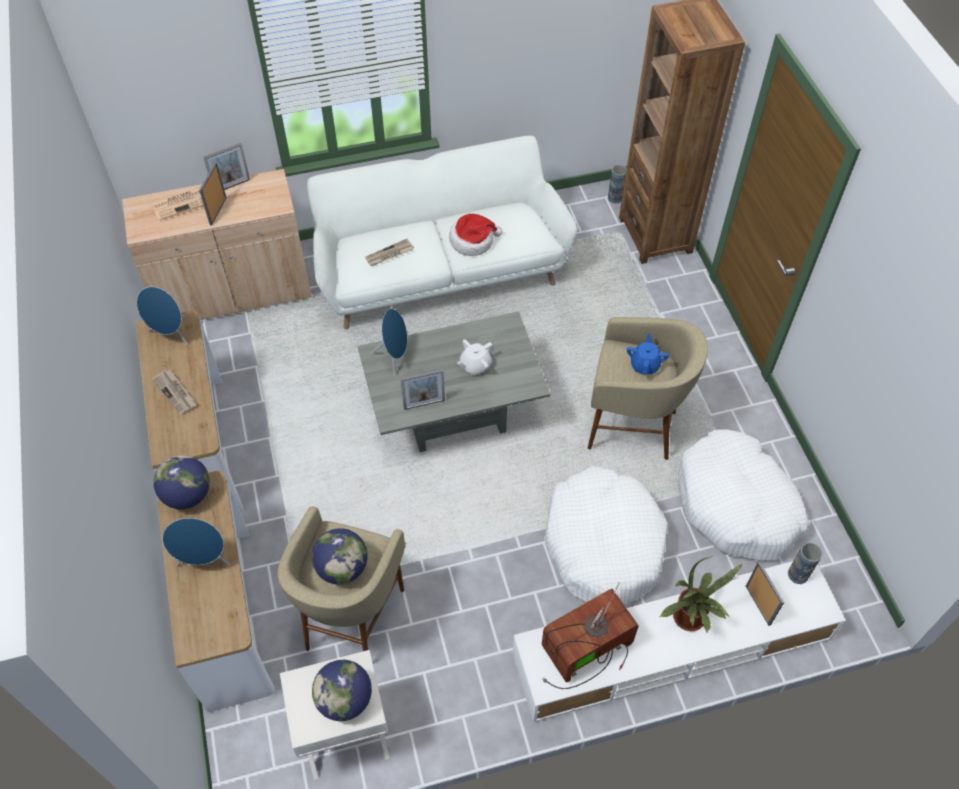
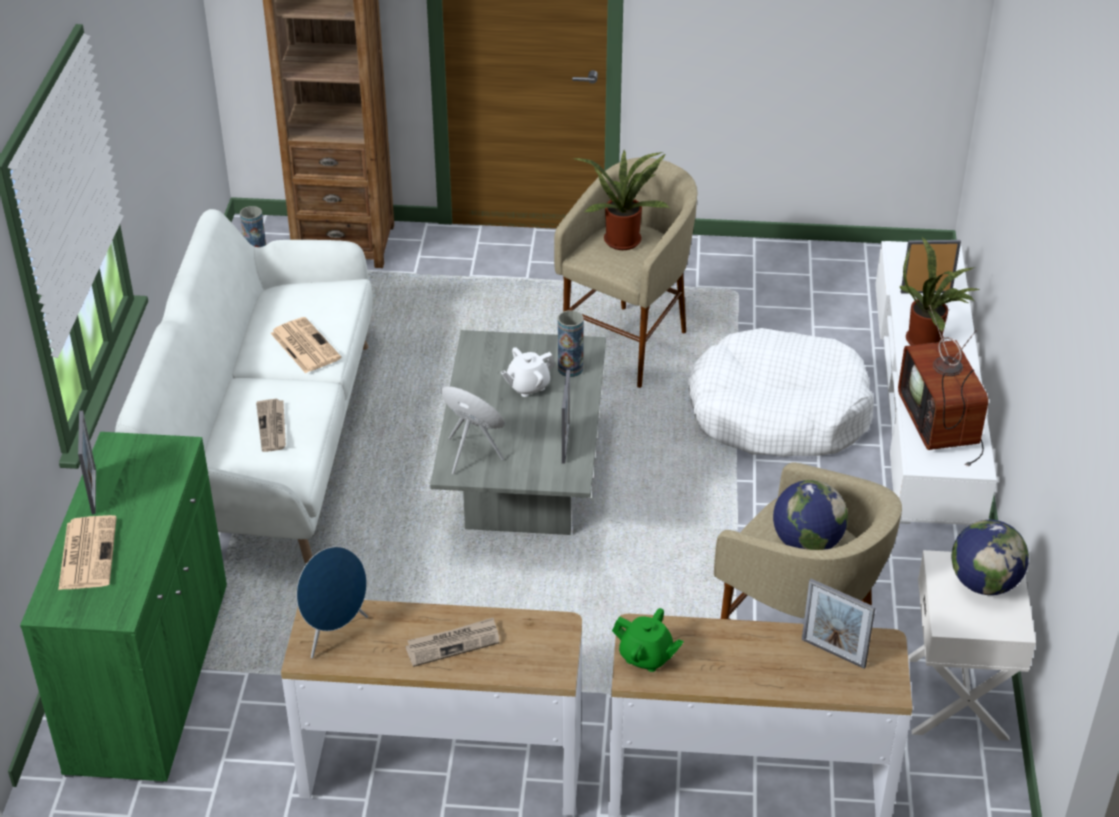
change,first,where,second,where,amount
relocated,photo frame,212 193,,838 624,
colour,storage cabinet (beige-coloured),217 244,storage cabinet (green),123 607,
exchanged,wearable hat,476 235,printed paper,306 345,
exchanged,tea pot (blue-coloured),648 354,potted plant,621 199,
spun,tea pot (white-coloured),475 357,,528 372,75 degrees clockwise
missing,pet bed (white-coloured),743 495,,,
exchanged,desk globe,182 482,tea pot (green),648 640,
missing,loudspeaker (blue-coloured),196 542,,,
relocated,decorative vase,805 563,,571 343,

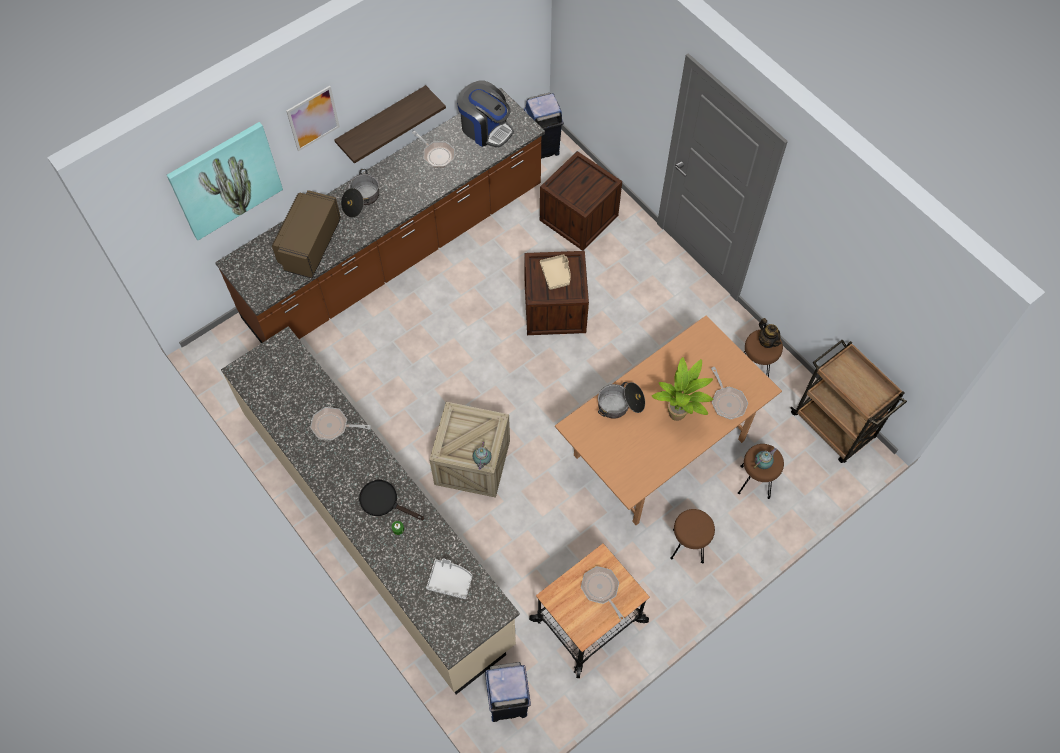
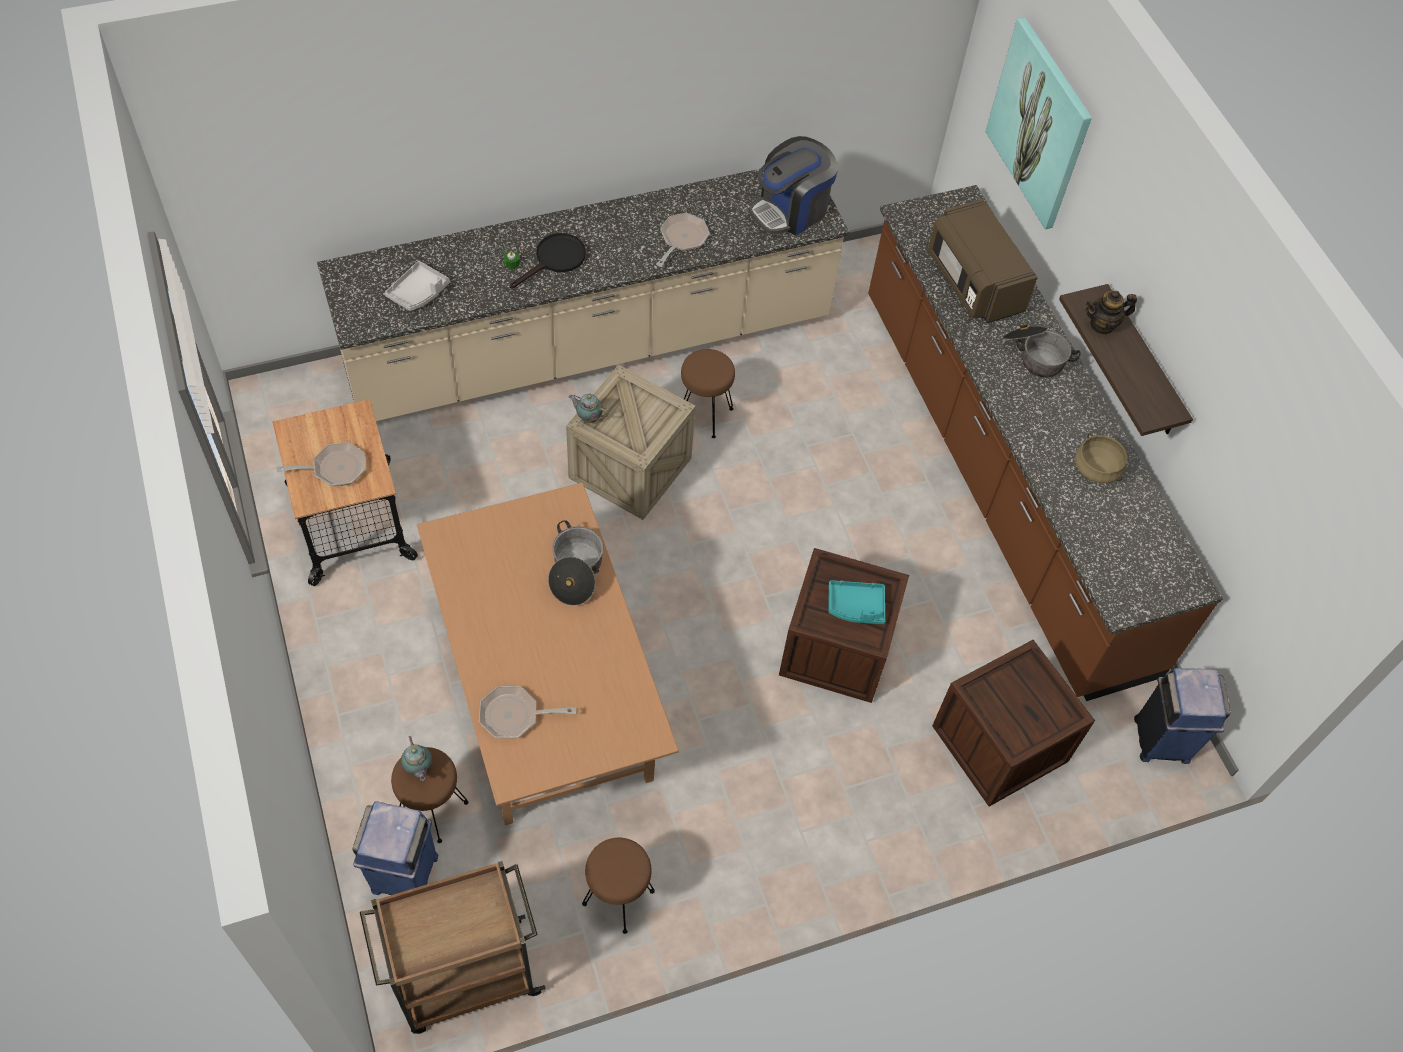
change,first,where,second,where,amount
relocated,coffee machine,485 114,,793 185,
missing,picture,313 118,,,
exchanged,frying pan,433 149,saucepot (beige-coloured),1101 458,
spun,kitchen microwave (brown-coloured),306 234,,983 261,150 degrees counterclockwise
colour,carrying tray (beige-coloured),555 272,carrying tray (blue-green),857 602,
relocated,tea pot,769 333,,1111 313,
missing,potted plant,682 389,,,
relocated,sitting stool (brown-coloured),692 536,,708 393,
relocated,trash can (blue-coloured),508 692,,395 848,

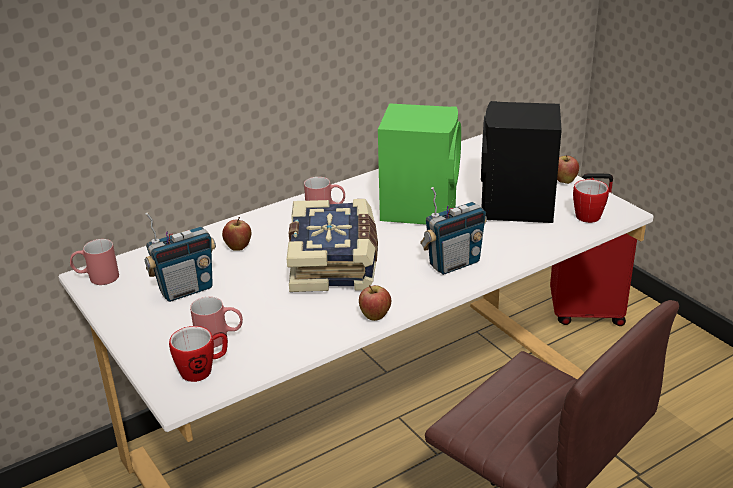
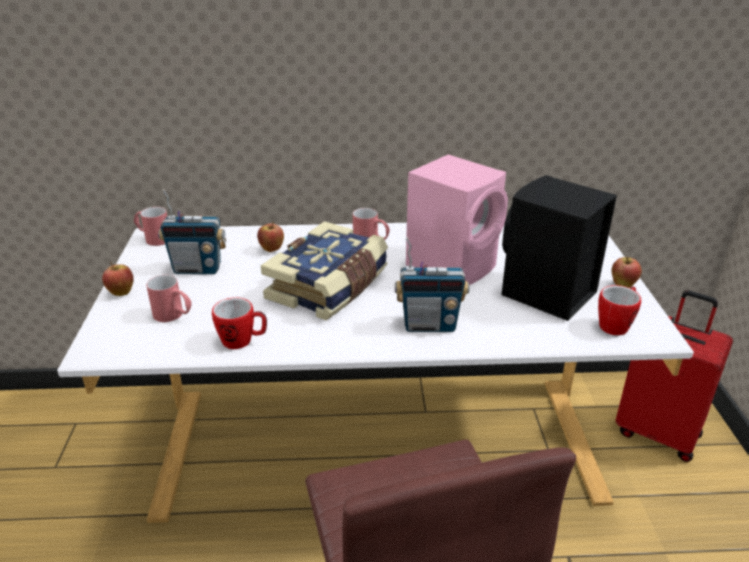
change,first,where,second,where,amount
colour,loudspeaker (green),419 164,loudspeaker (pink),457 220,
relocated,apple,375 303,,118 279,
relocated,coffee mug,198 354,,239 323,

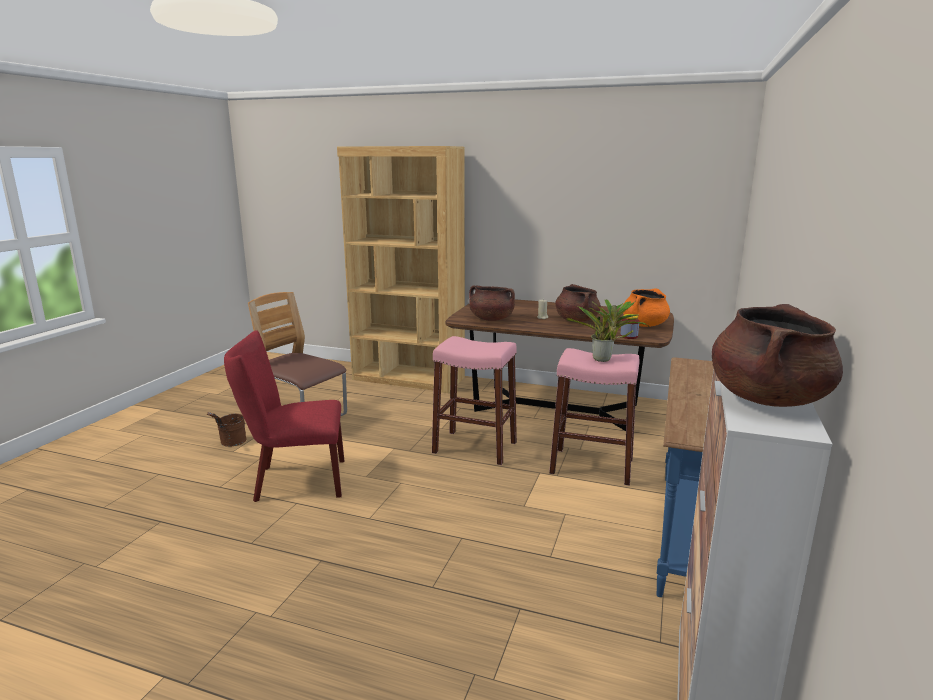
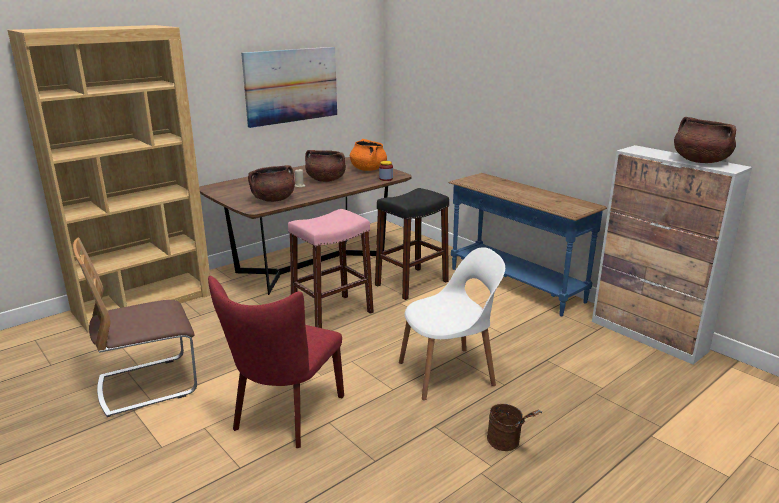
change,first,where,second,where,amount
missing,potted plant,607 331,,,
colour,sitting stool (pink),594 417,sitting stool (blackish),412 244,
relocated,bucket (brown-coloured),226 429,,514 427,
appeared,,,picture,289 87,
appeared,,,chair (white-coloured),452 323,

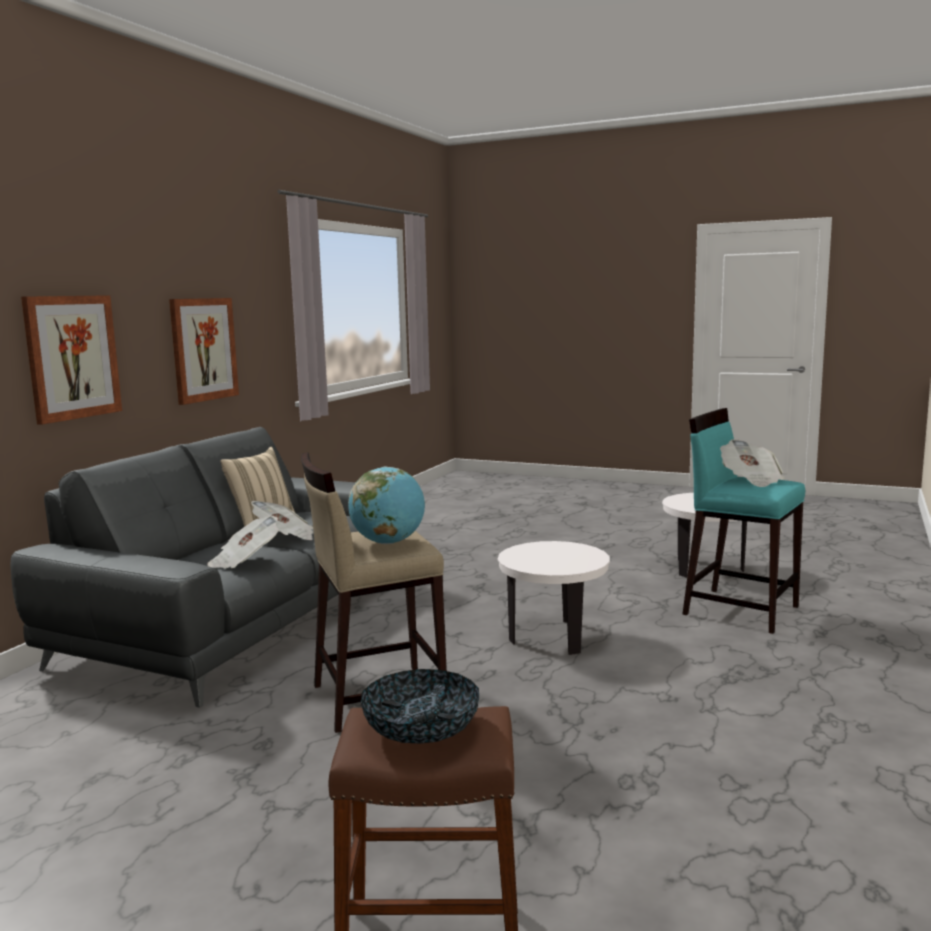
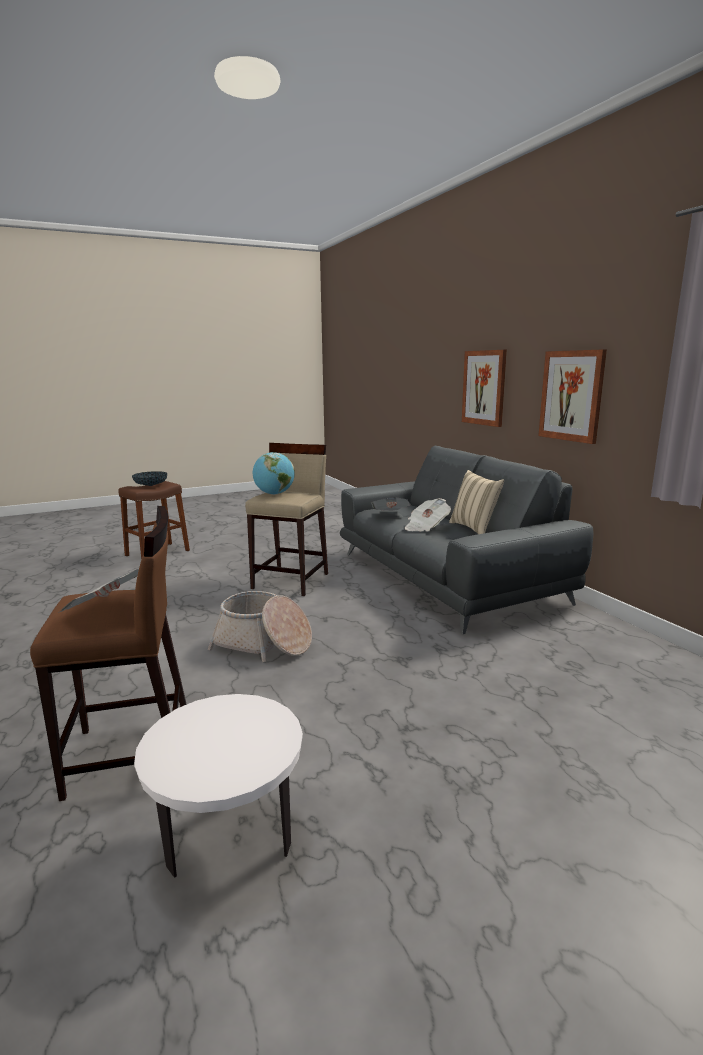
change,first,where,second,where,amount
colour,sitting stool (blue-green),743 521,sitting stool (brown-coloured),108 653,
exchanged,accent table (white-coloured),554 598,storage basket,260 626,

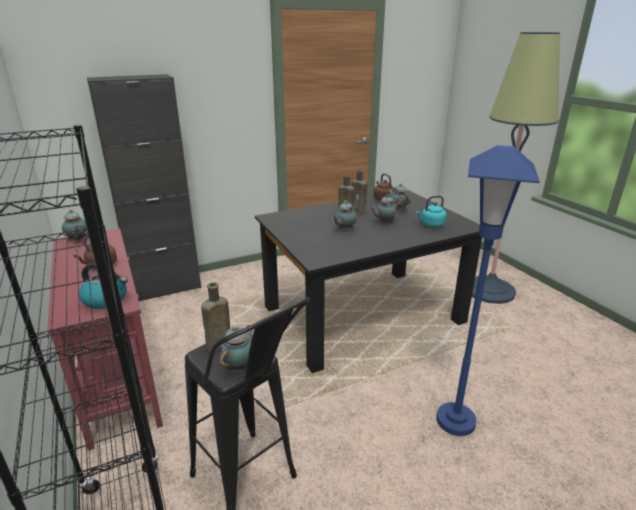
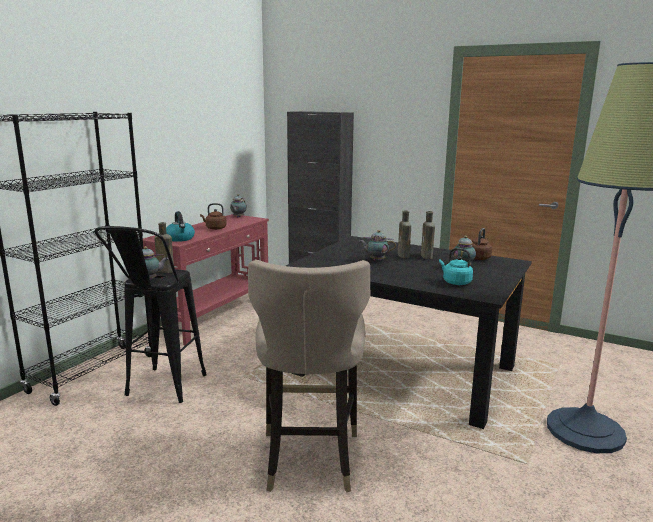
change,first,where,second,where,amount
exchanged,standard lamp (blue-coloured),488 290,sitting stool (beige-coloured),309 376,
missing,tea pot,386 209,,,

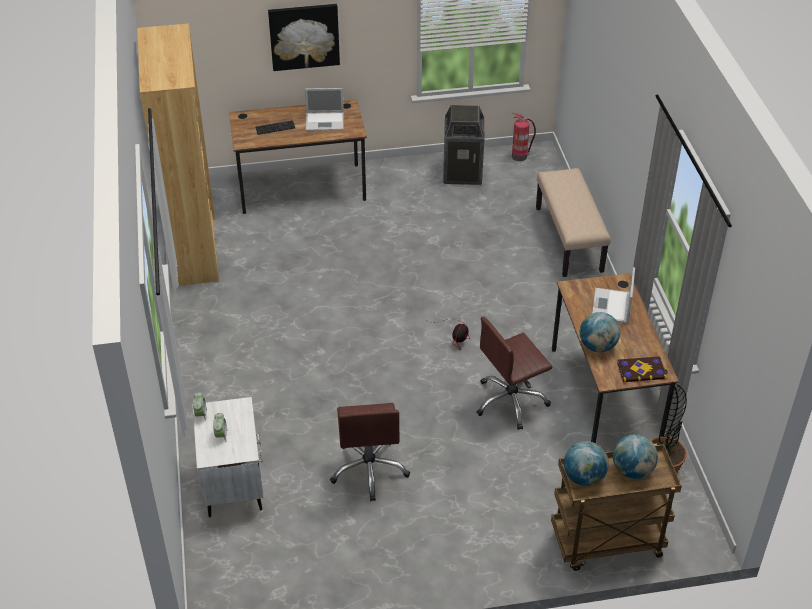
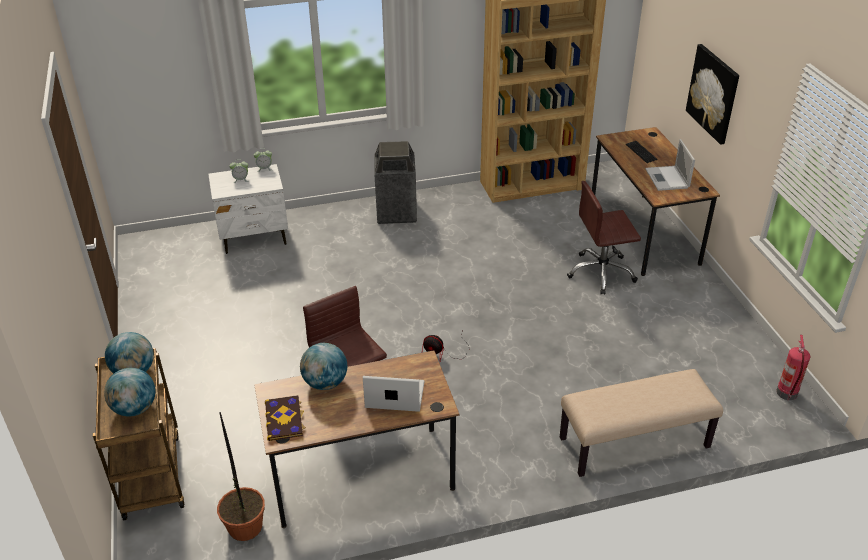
change,first,where,second,where,amount
relocated,trash can,463 145,,395 182,
relocated,office chair (brown-coloured),370 452,,604 238,

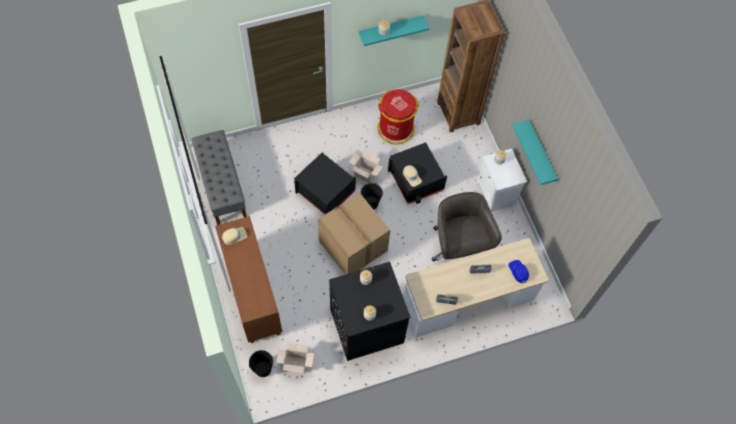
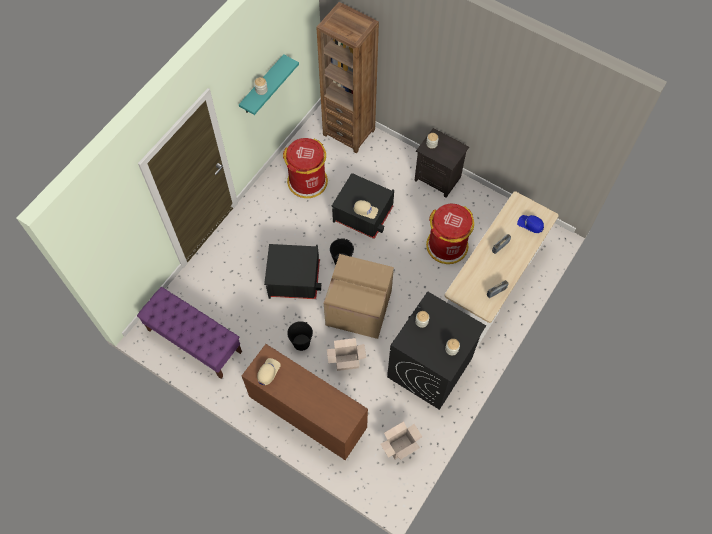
change,first,where,second,where,amount
missing,bracket shelf (blue-green),535 152,,,
colour,long seat (greyish),219 177,long seat (purple),189 333,
colour,nightstand (white-coloured),502 180,nightstand (blackish),441 163,
relocated,carton,366 166,,346 354,
exchanged,office chair (greyish),467 226,trash can (reddish),450 234,
relocated,bucket (blackish),261 363,,300 336,

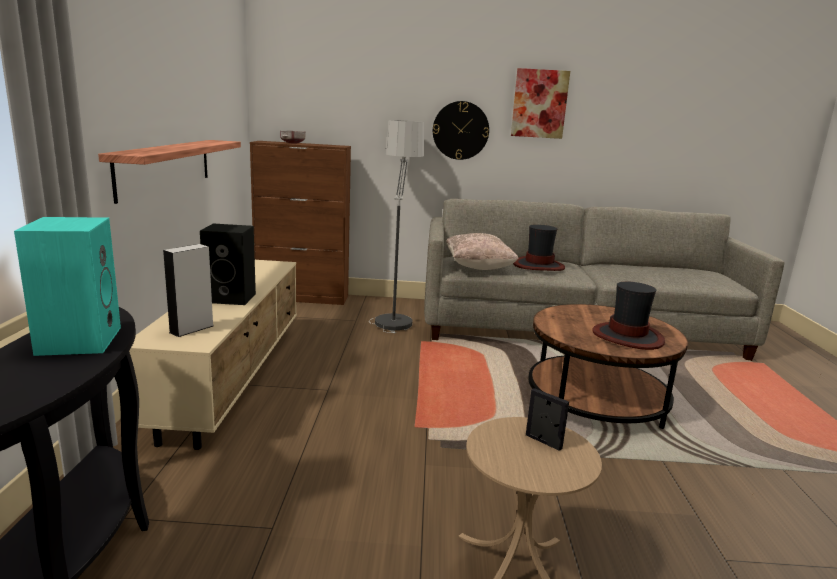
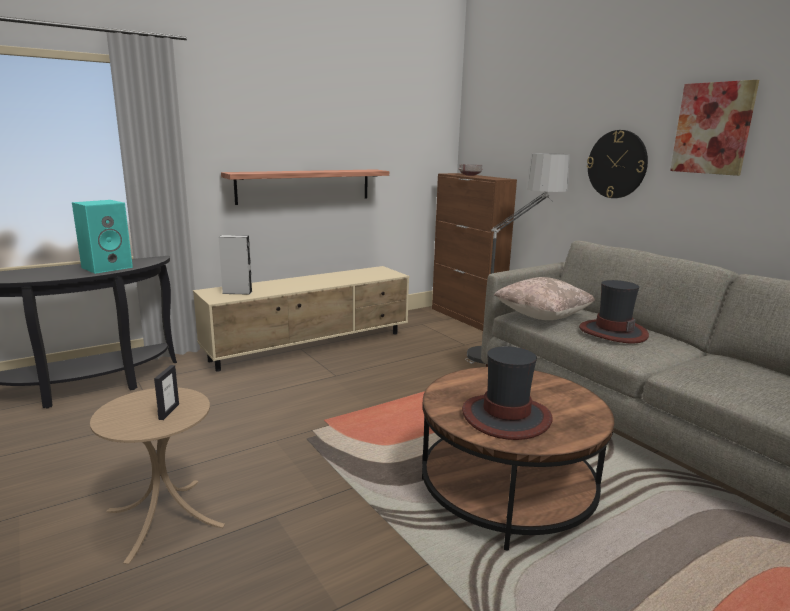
change,first,where,second,where,amount
missing,loudspeaker (blackish),228 264,,,

